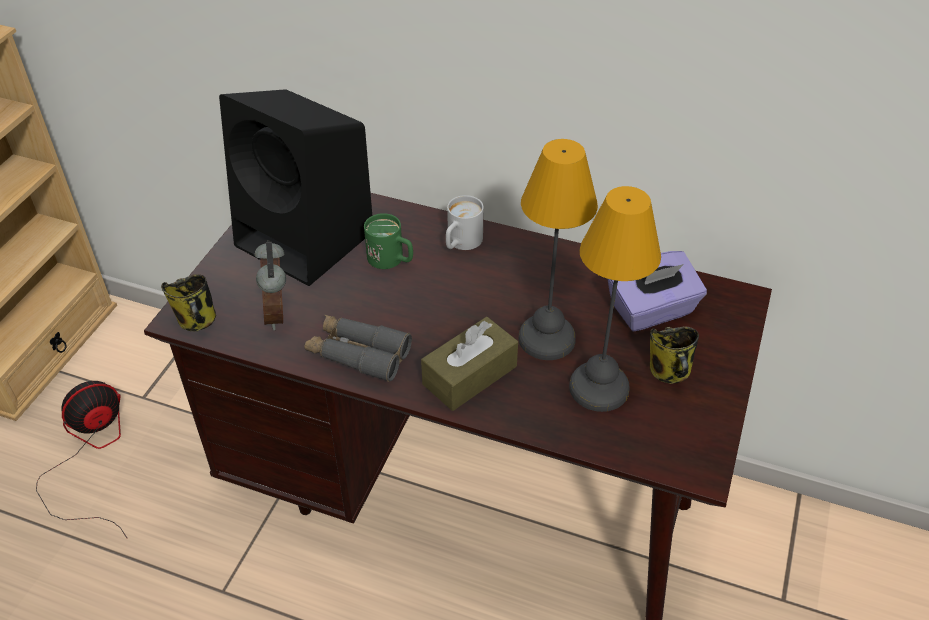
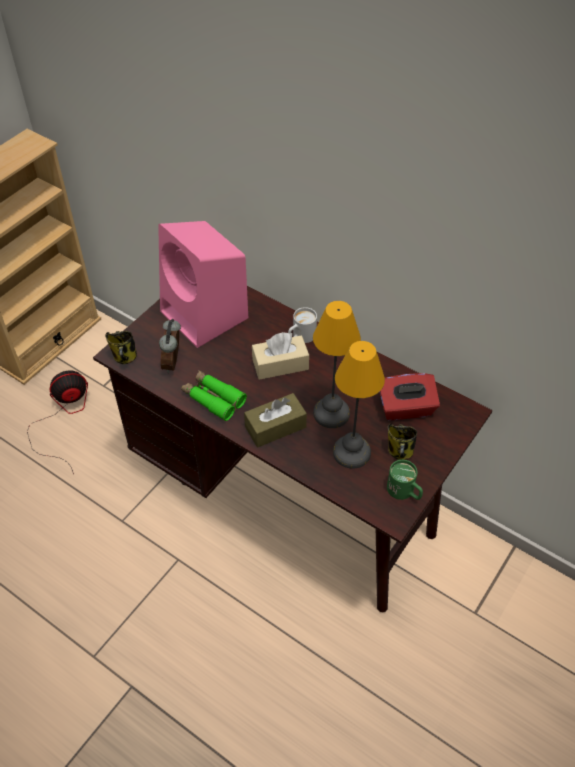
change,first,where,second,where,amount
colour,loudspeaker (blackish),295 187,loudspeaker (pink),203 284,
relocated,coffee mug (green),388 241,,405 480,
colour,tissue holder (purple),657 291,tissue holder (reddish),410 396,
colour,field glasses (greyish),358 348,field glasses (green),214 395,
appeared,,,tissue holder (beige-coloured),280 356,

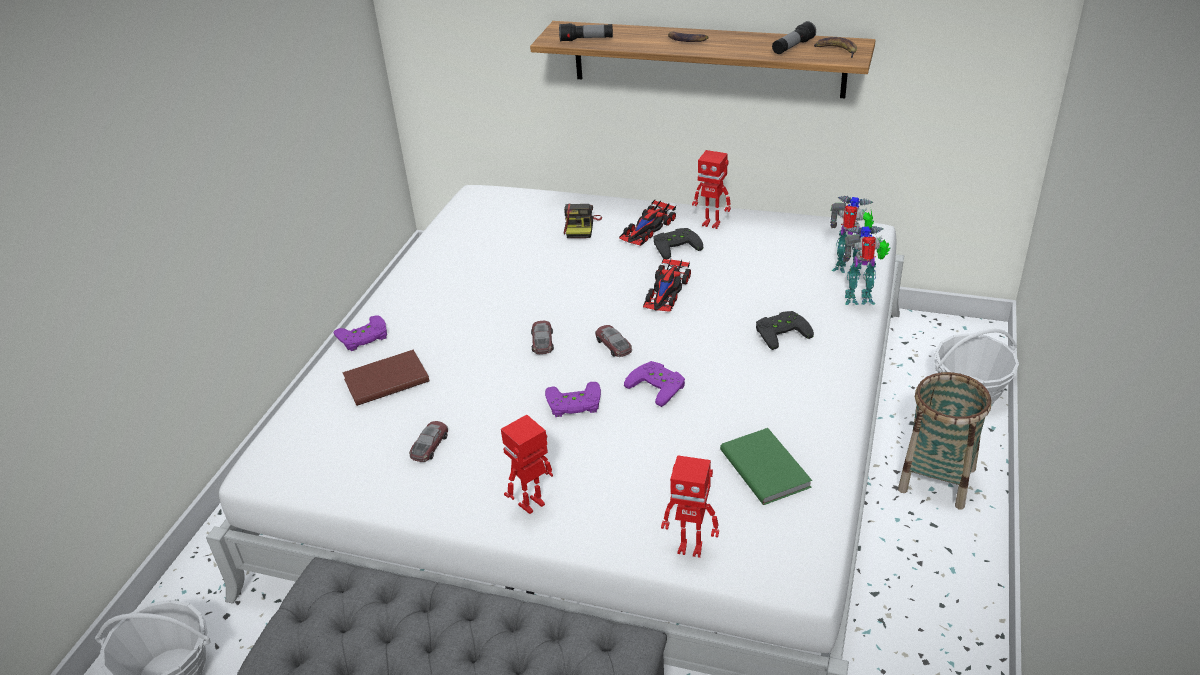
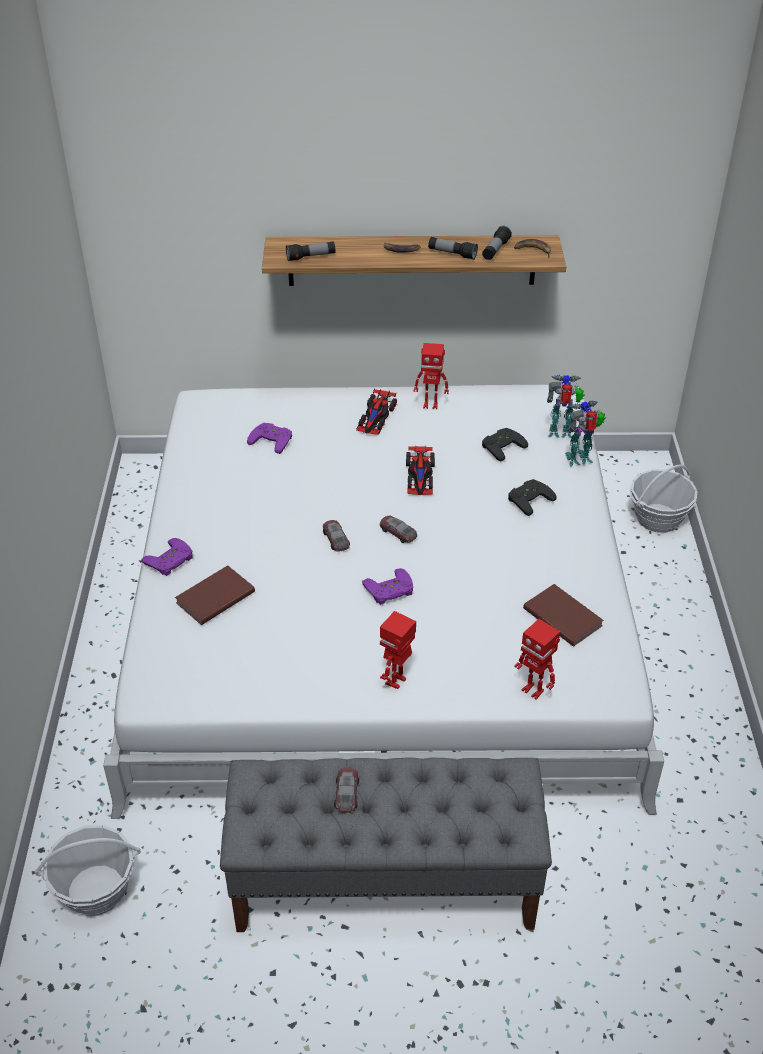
change,first,where,second,where,amount
missing,photo camera,583 221,,,
relocated,game controller (blackish),678 243,,505 445,
relocated,game controller (purple),654 384,,269 438,
missing,storage basket,945 440,,,
relocated,toy car,428 441,,346 790,
colour,book (green),766 466,book (brown-coloured),563 615,
spun,model robot,690 506,,537 659,45 degrees clockwise
appeared,,,torch,453 248,

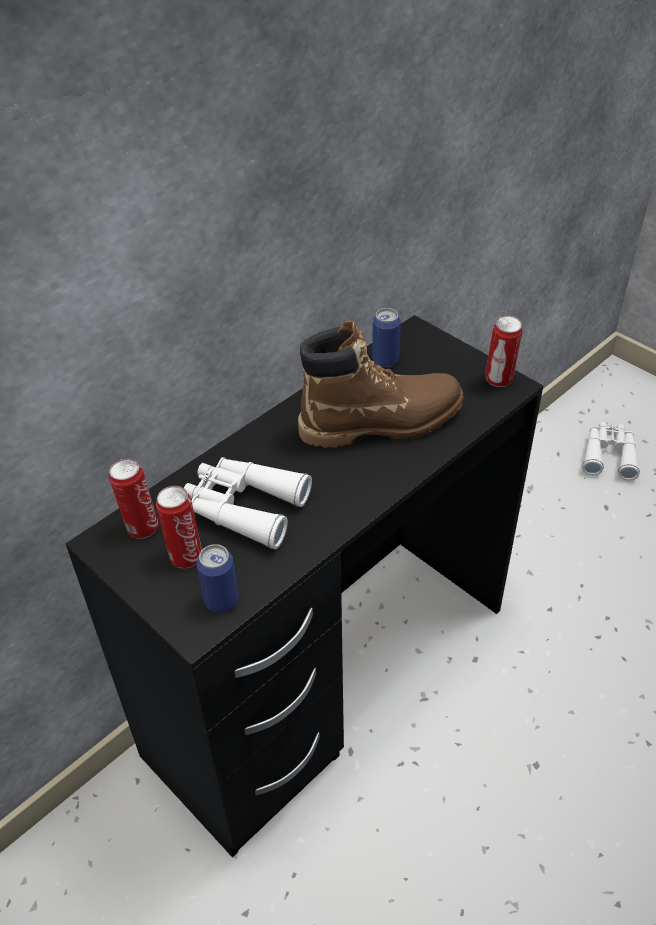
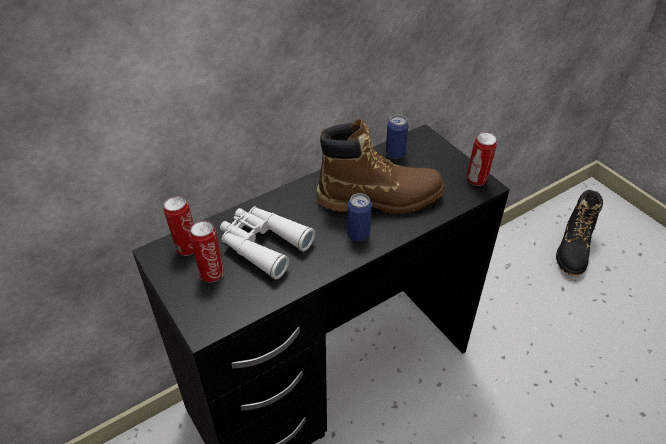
change,first,where,second,where,amount
exchanged,field glasses (white-coloured),611 451,tall boot (blackish),579 233,
relocated,sealed can,217 578,,359 217,

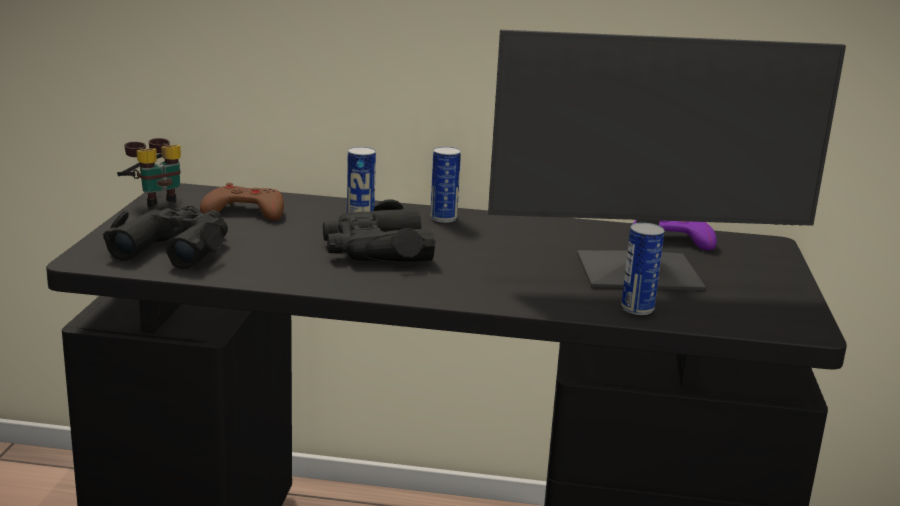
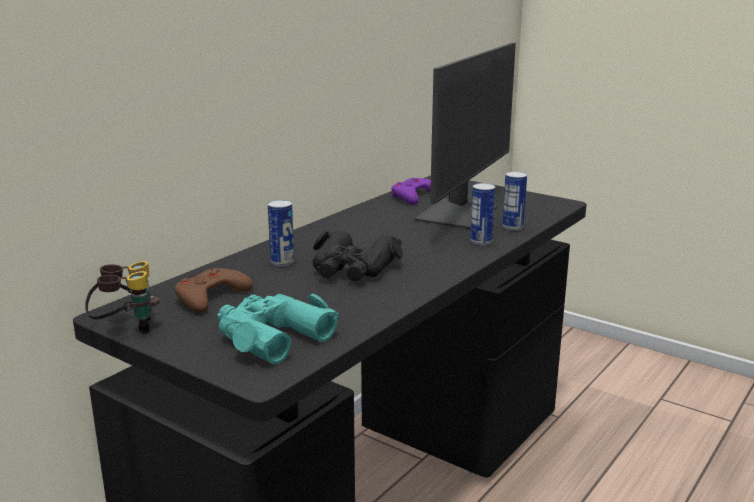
change,first,where,second,where,amount
relocated,sealed can,445 185,,482 214,
colour,field glasses (blackish),165 238,field glasses (blue-green),278 329,

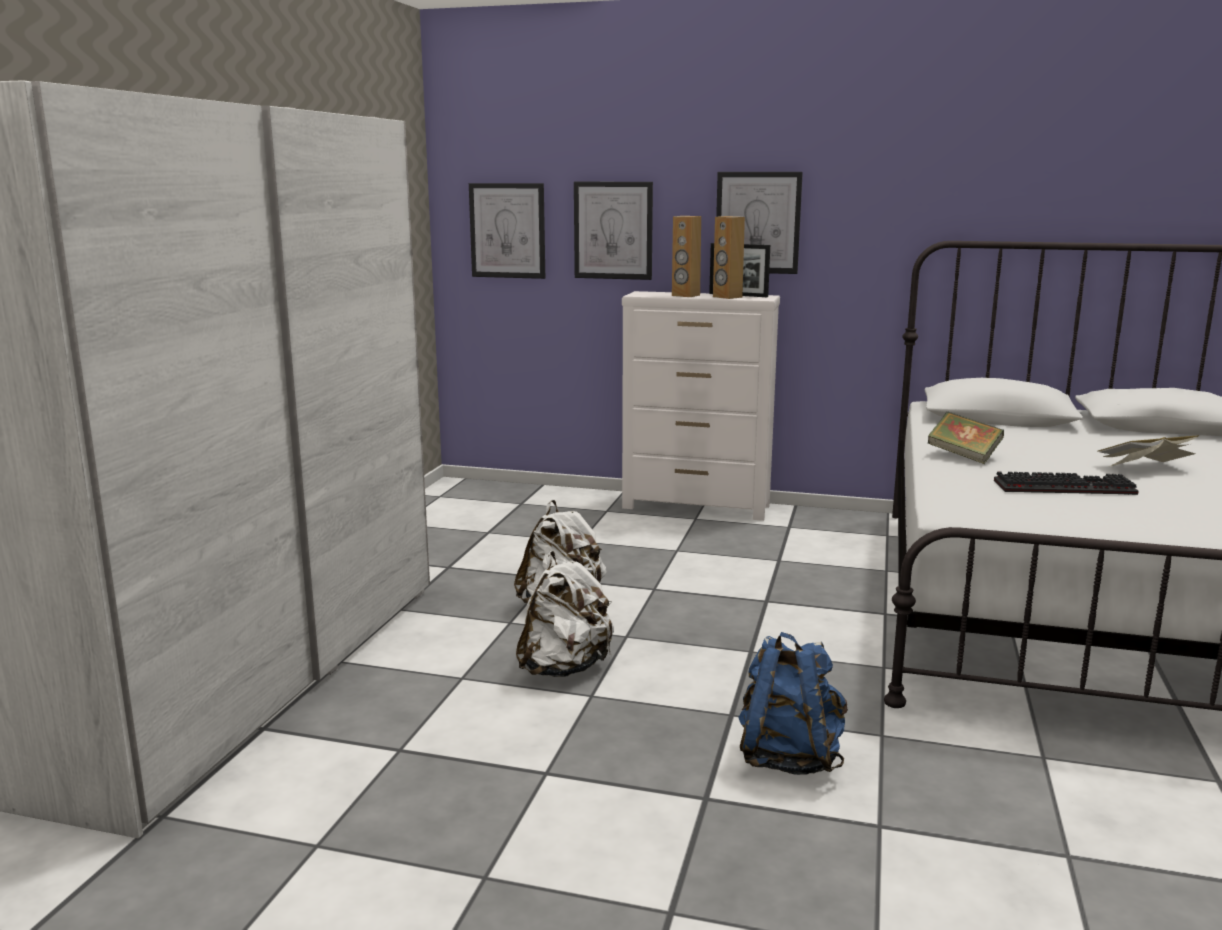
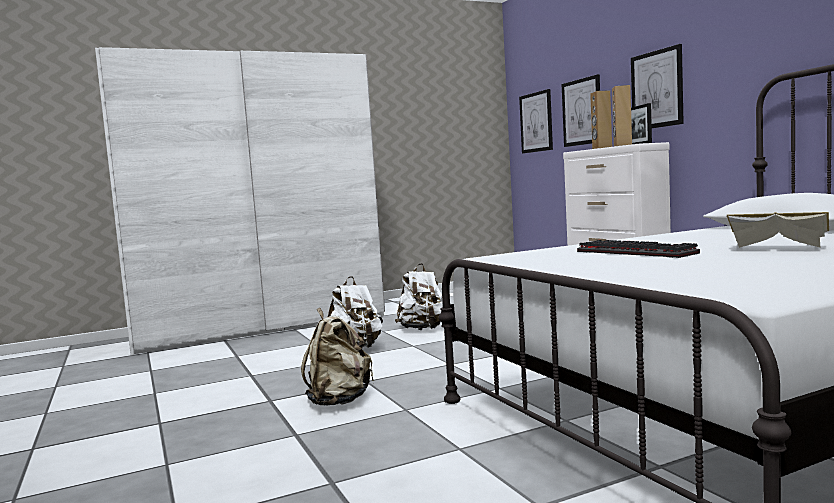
change,first,where,second,where,amount
missing,book,966 438,,,
colour,knapsack (blue-coloured),793 703,knapsack (beige-coloured),337 357,

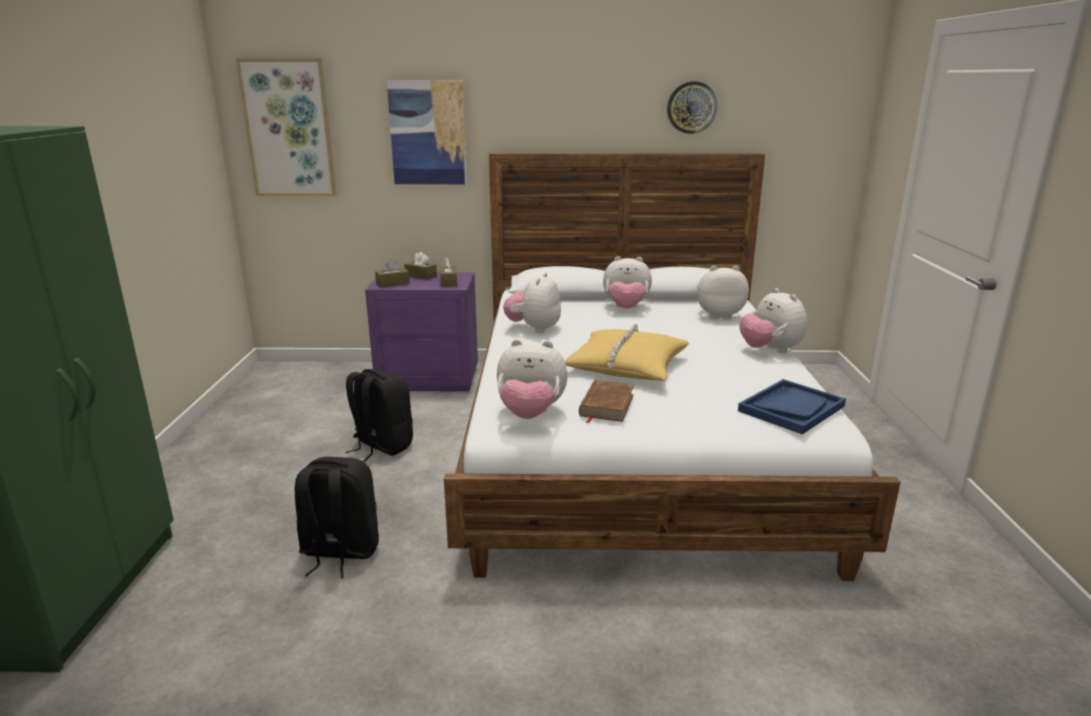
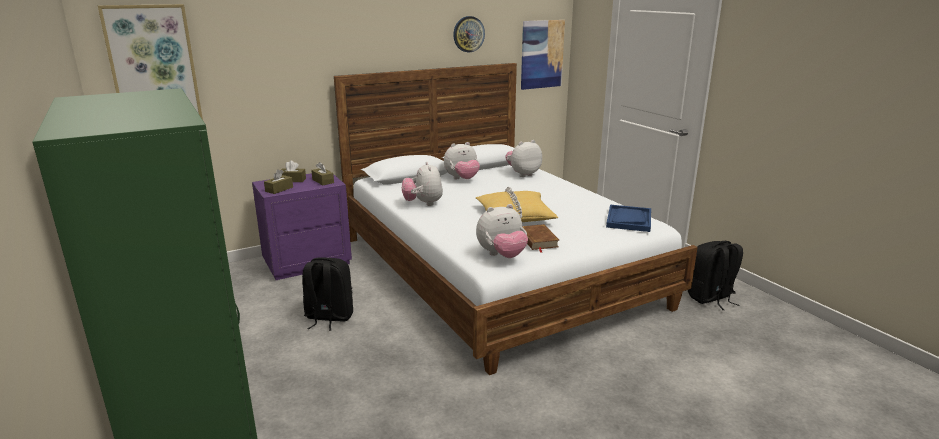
change,first,where,second,where,amount
relocated,picture,427 132,,543 55,
missing,cuddly toy,773 320,,,
relocated,knapsack (blackish),337 517,,715 275,

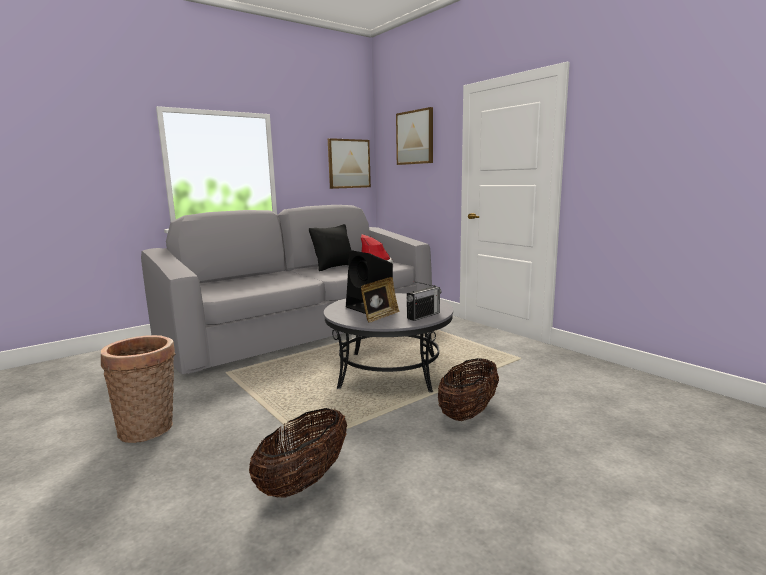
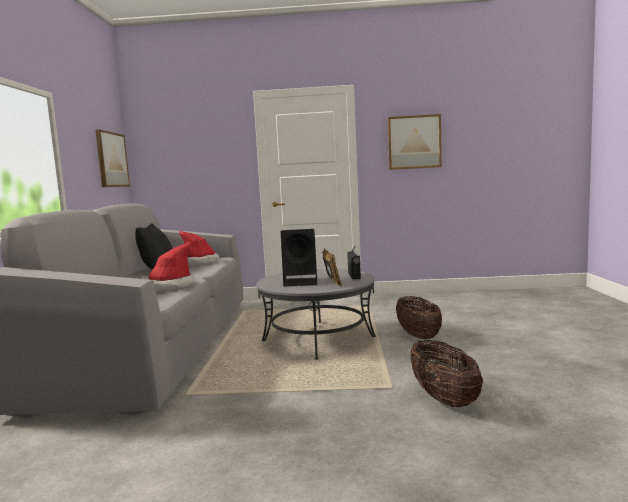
change,first,where,second,where,amount
relocated,picture,414 136,,415 142,
missing,storage basket,138 389,,,
appeared,,,wearable hat,171 266,

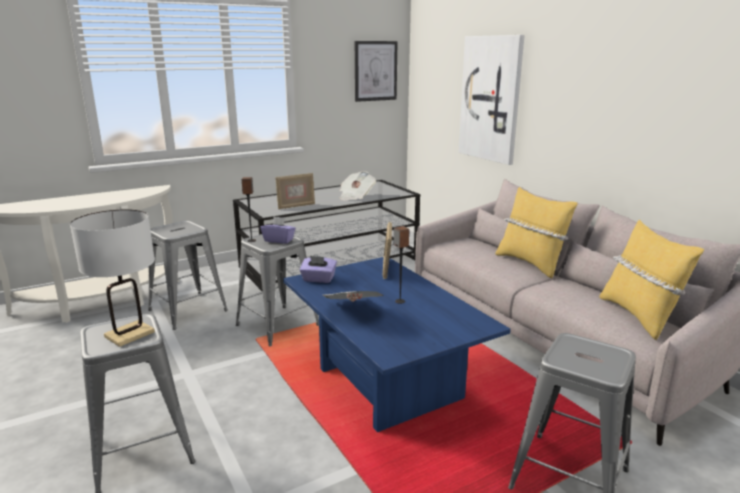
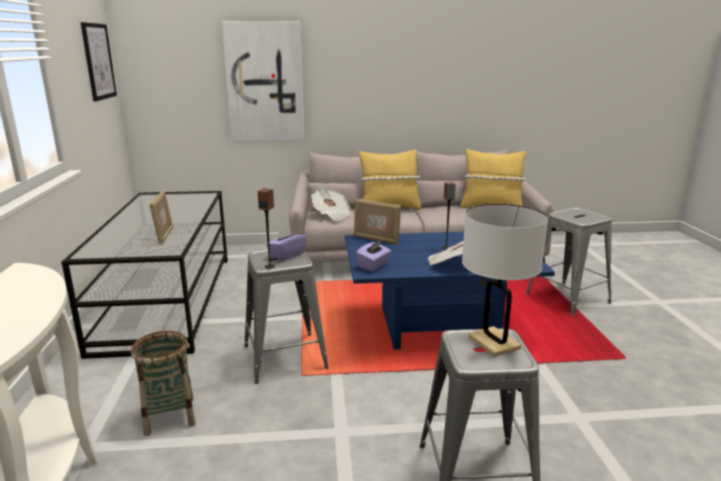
change,first,where,second,where,amount
relocated,printed paper,357 186,,331 205,
exchanged,sitting stool (greyish),188 275,storage basket,163 383,

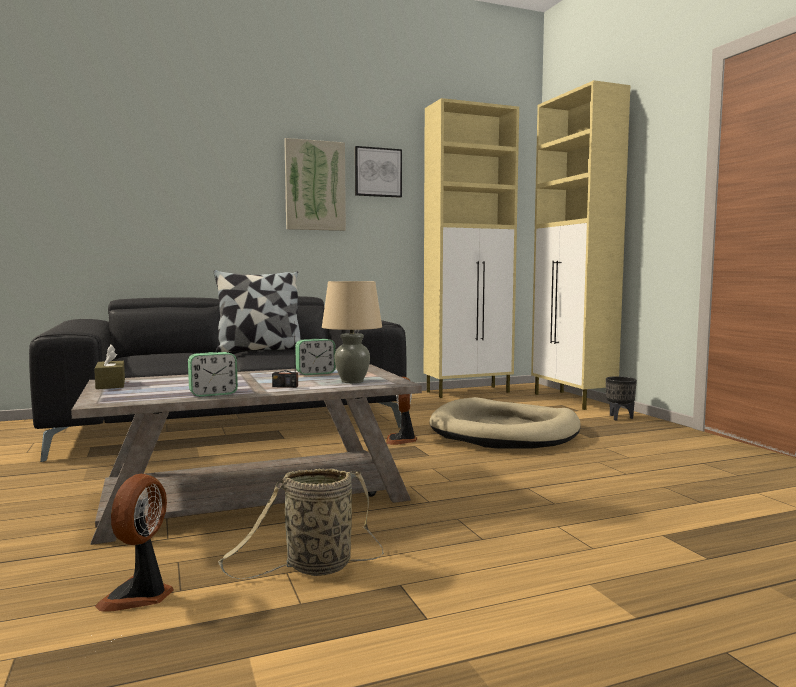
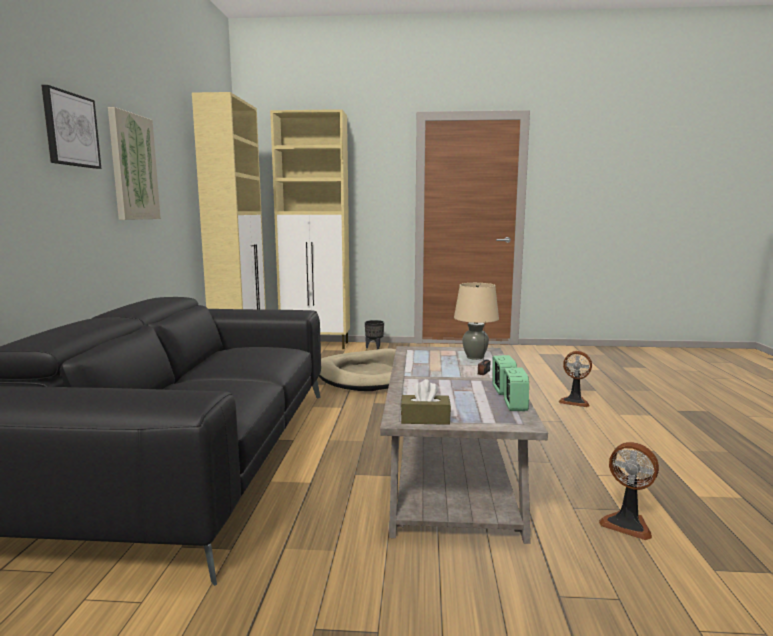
change,first,where,second,where,amount
relocated,picture,378 172,,71 127,
missing,pillow,257 311,,,
relocated,alarm clock,315 357,,516 389,
relocated,electric fan,401 411,,575 379,
missing,storage basket,301 524,,,

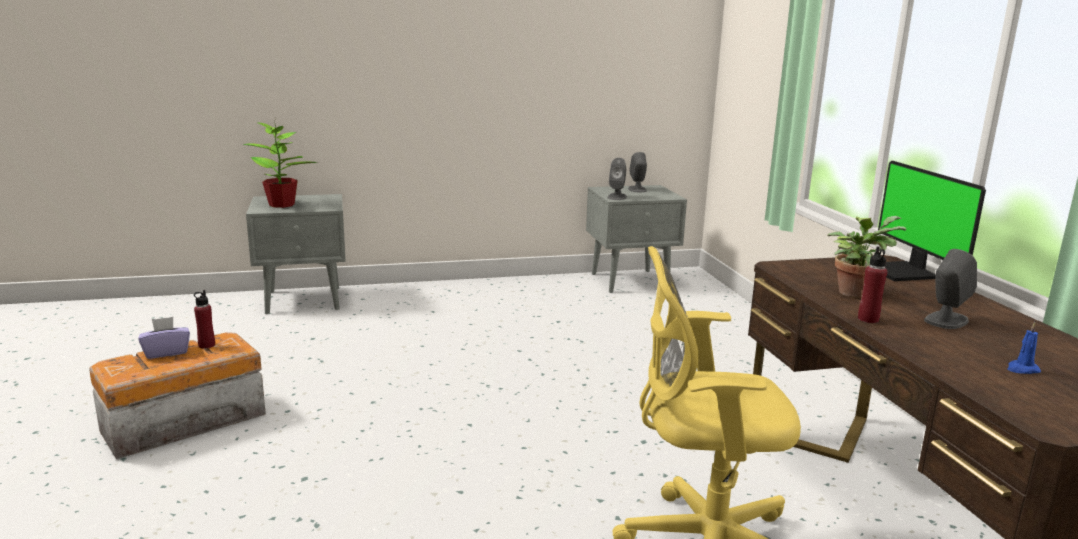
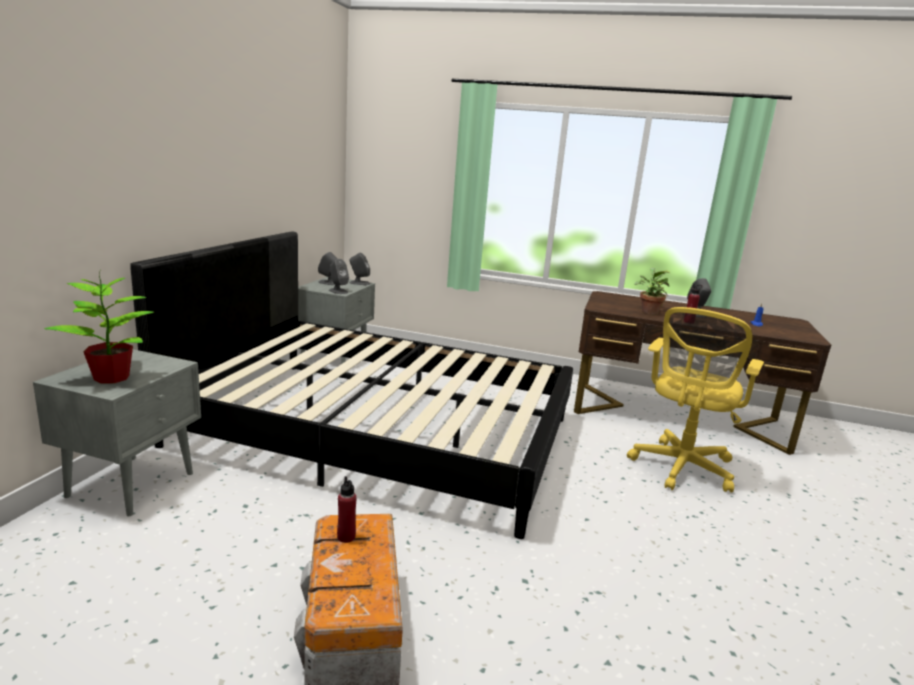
change,first,where,second,where,amount
missing,computer screen,932 221,,,
missing,tissue holder (purple),164 338,,,
appeared,,,sleeping bed (blackish),351 385,
appeared,,,loudspeaker (greyish),359 268,

